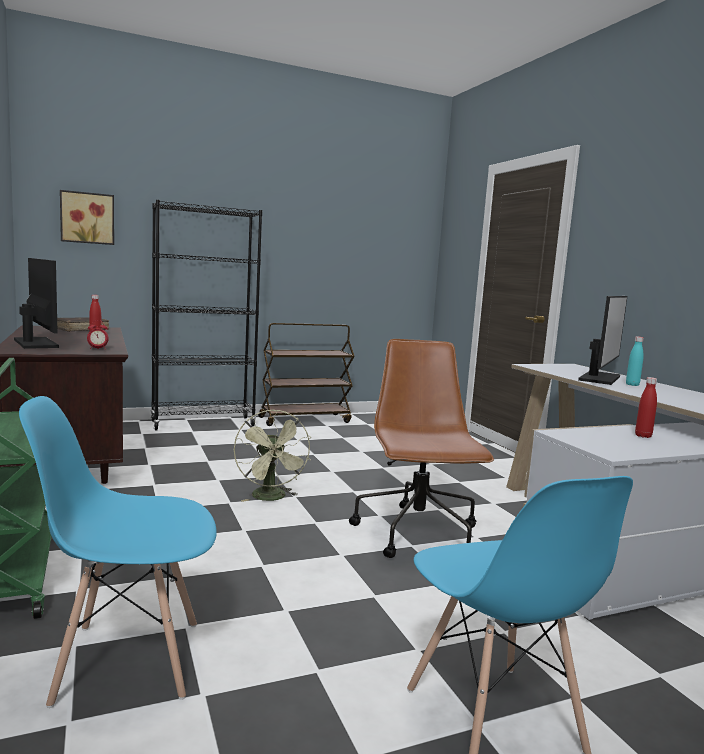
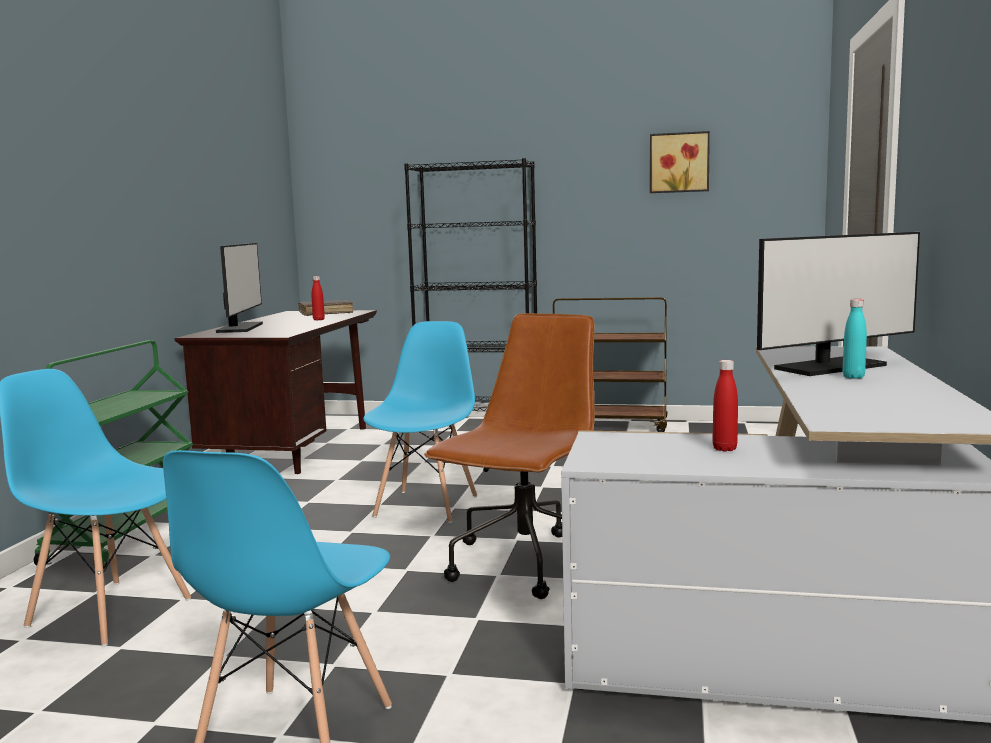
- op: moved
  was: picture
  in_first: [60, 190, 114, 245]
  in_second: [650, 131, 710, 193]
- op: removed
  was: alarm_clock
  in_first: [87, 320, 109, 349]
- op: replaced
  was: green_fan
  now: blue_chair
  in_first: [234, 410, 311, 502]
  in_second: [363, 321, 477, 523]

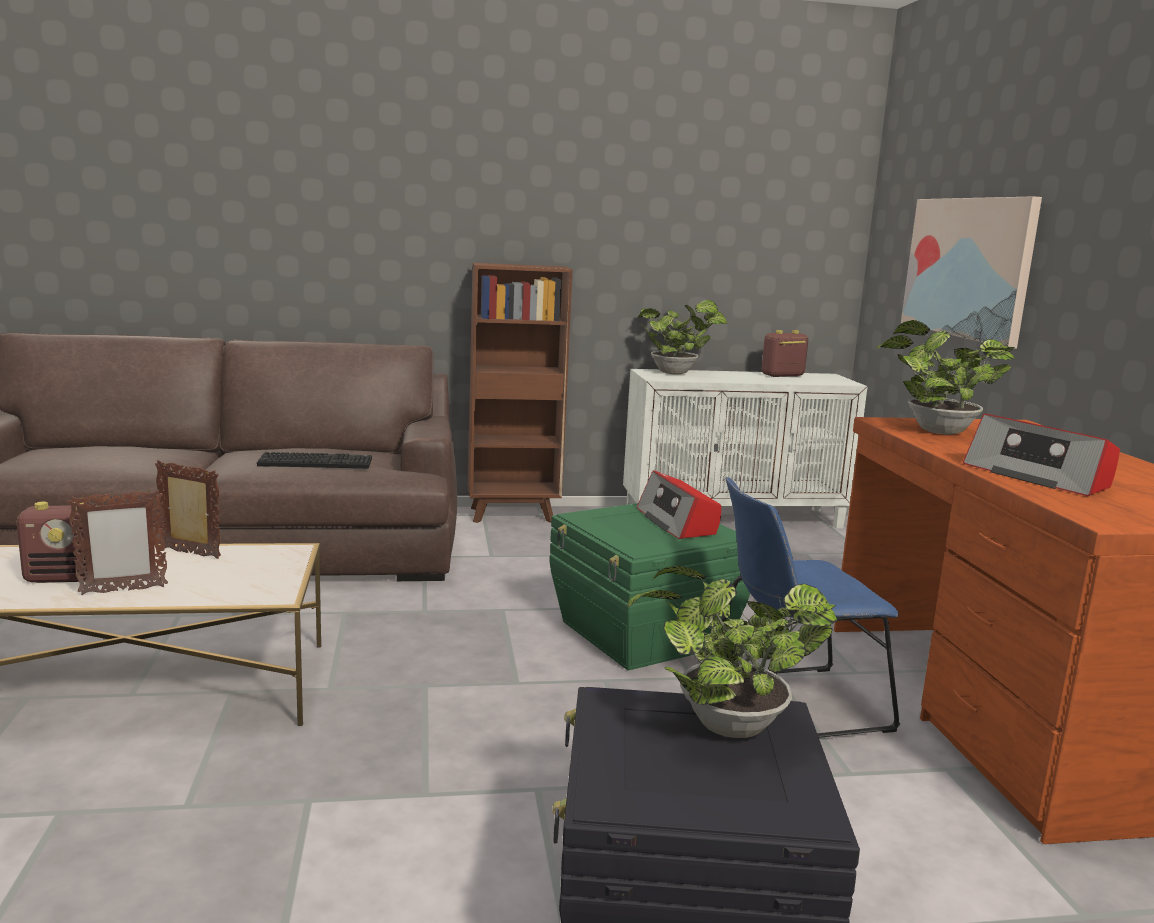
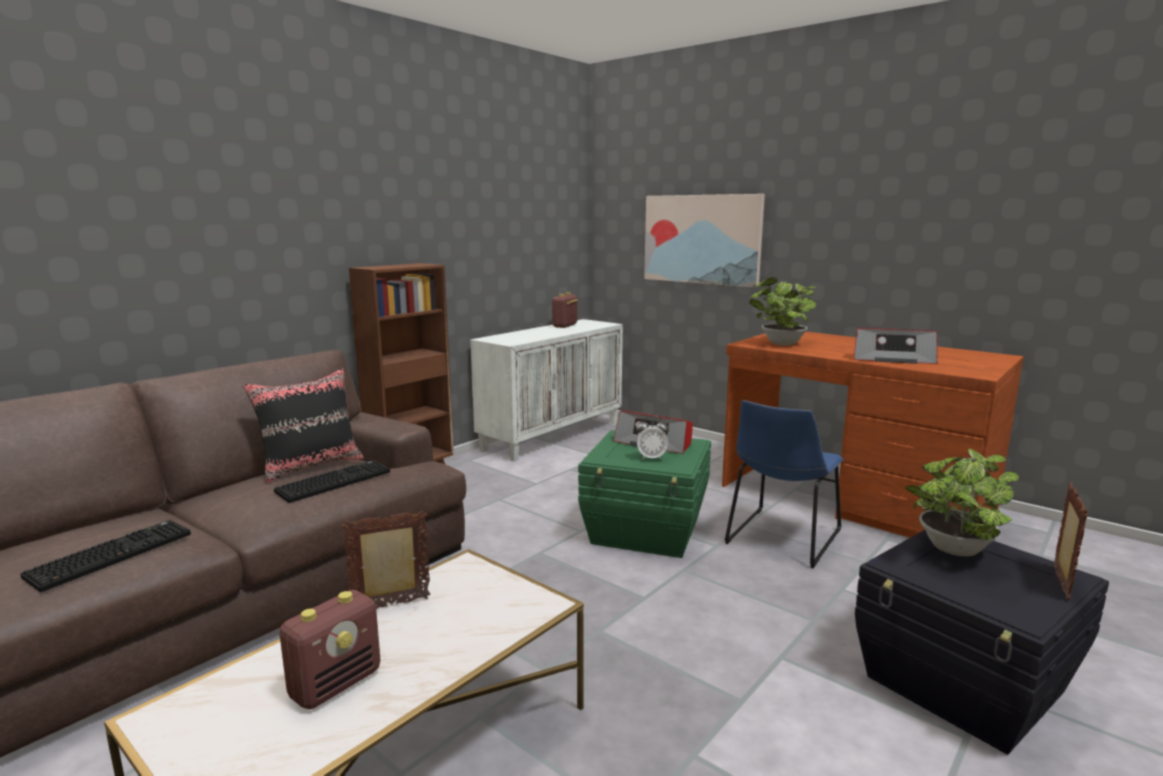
- op: moved
  was: picture_frame
  in_first: [67, 489, 168, 595]
  in_second: [1054, 482, 1088, 601]
- op: removed
  was: potted_plant
  in_first: [637, 300, 727, 374]
- op: added
  now: keyboard
  in_second: [20, 520, 191, 592]
- op: added
  now: black_pillow
  in_second: [243, 368, 364, 483]
- op: added
  now: alarm_clock
  in_second: [636, 416, 669, 460]

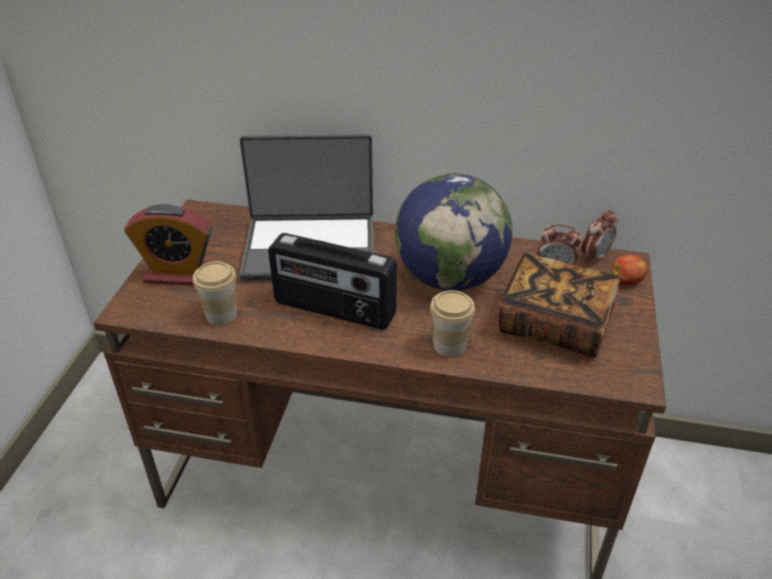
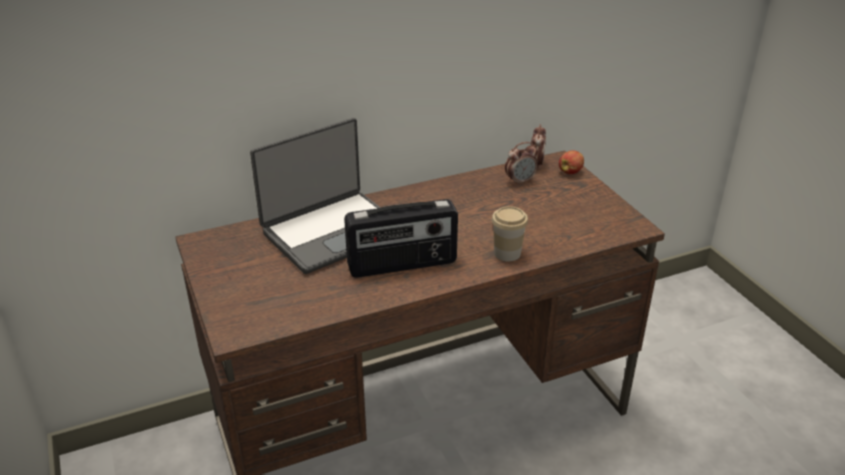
- op: removed
  was: alarm_clock
  in_first: [124, 204, 212, 285]
- op: removed
  was: cup
  in_first: [193, 261, 237, 325]
- op: removed
  was: globe
  in_first: [395, 173, 512, 291]
- op: removed
  was: book
  in_first: [498, 253, 620, 358]

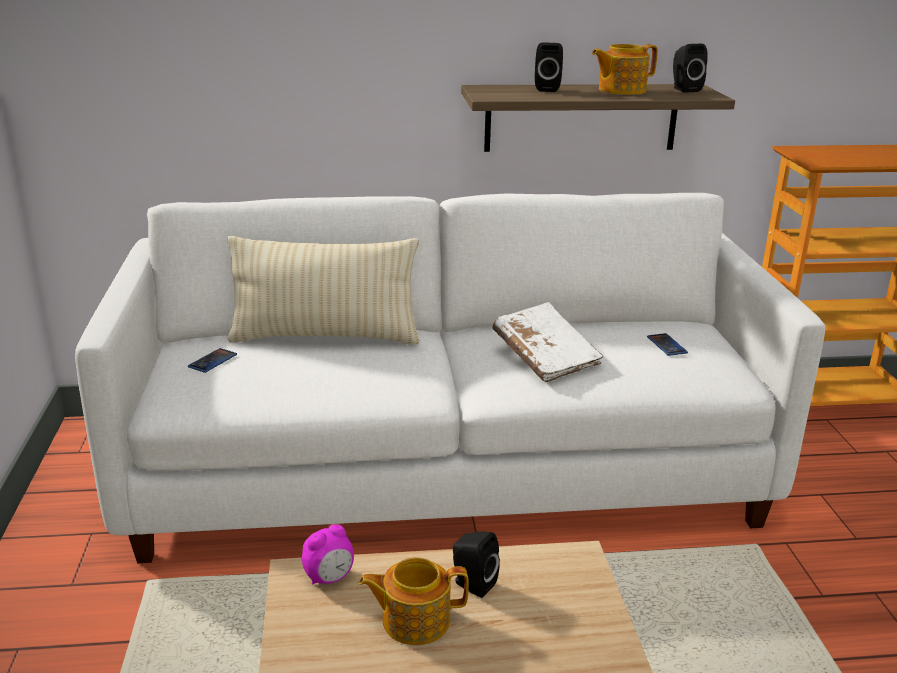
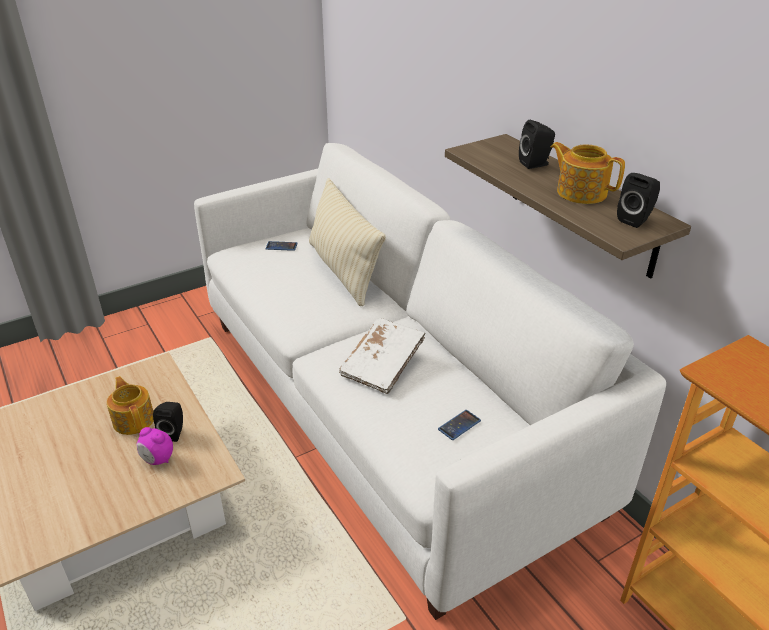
- op: moved
  was: alarm_clock
  in_first: [302, 524, 354, 584]
  in_second: [137, 427, 173, 465]

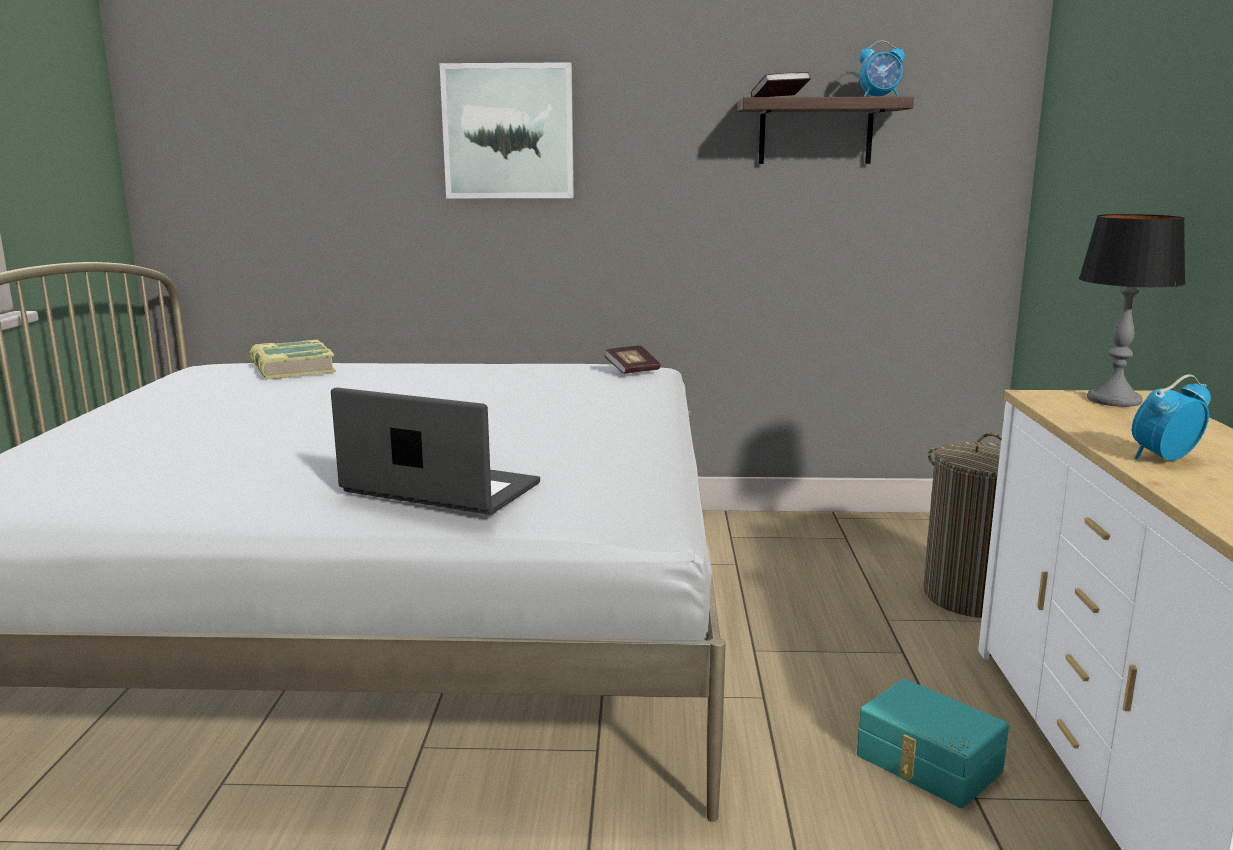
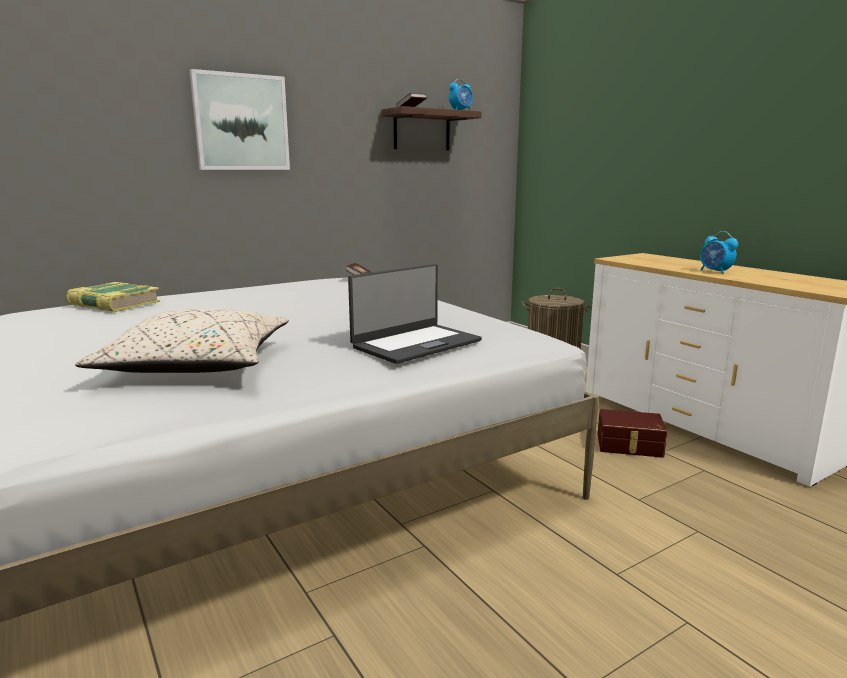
- op: turned
  was: laptop
  in_first: [331, 387, 540, 515]
  in_second: [348, 264, 482, 364]
  clockwise: 150
- op: recoloured
  was: turquoise_storage_box
  now: brown_storage_box
  in_first: [857, 679, 1009, 808]
  in_second: [598, 409, 667, 458]
- op: removed
  was: table_lamp
  in_first: [1079, 214, 1186, 407]
- op: turned
  was: alarm_clock
  in_first: [1132, 374, 1211, 461]
  in_second: [700, 231, 738, 274]
  clockwise: -60
- op: added
  now: beige_pillow
  in_second: [75, 309, 289, 373]

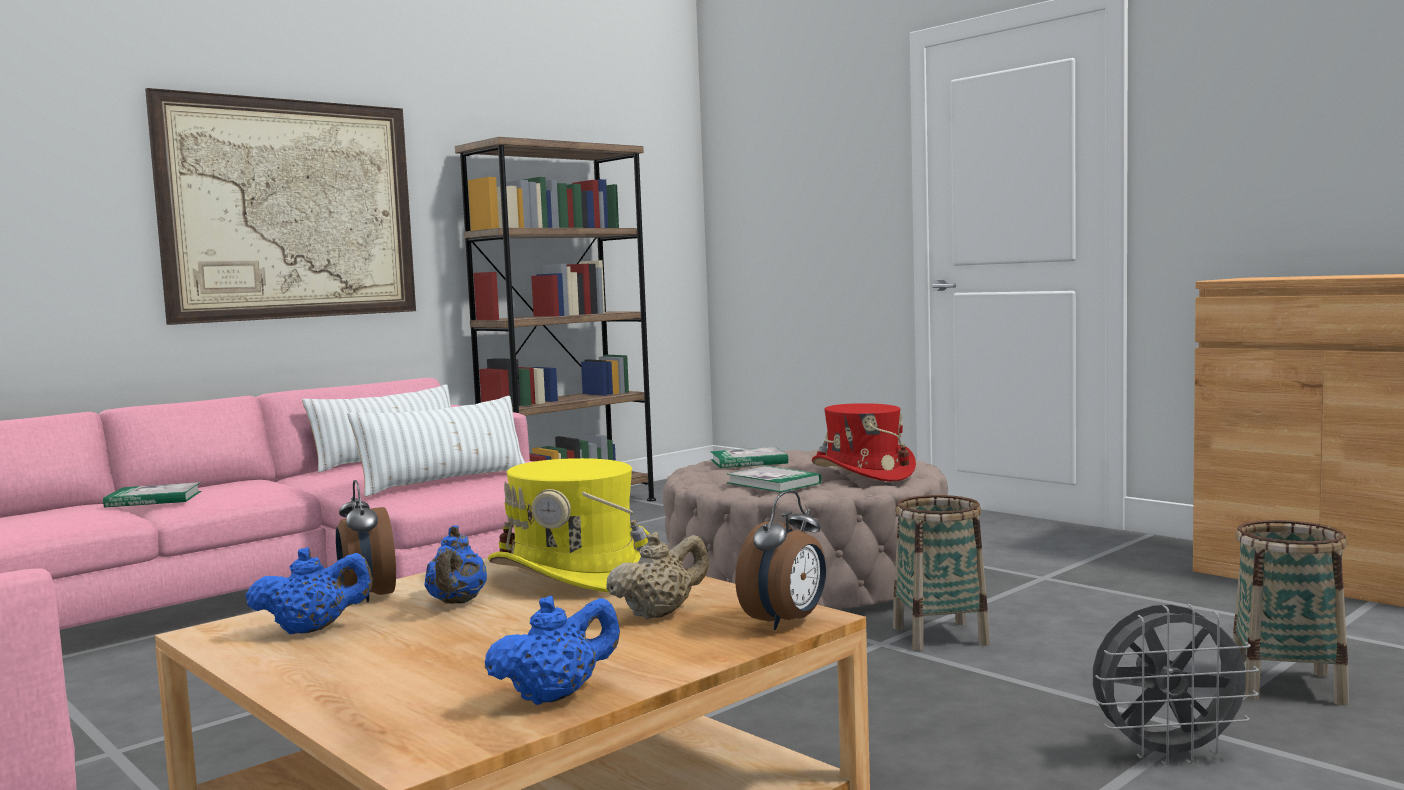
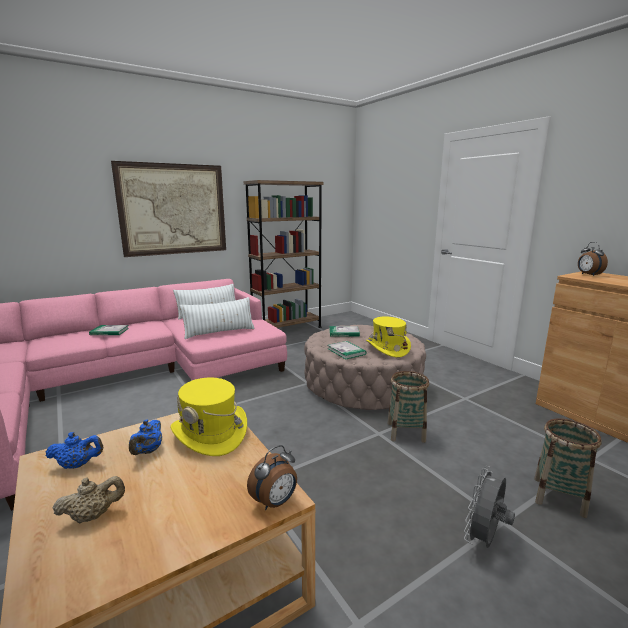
- op: moved
  was: alarm_clock
  in_first: [336, 480, 396, 602]
  in_second: [578, 242, 608, 276]
- op: removed
  was: blue_teapot
  in_first: [485, 595, 620, 705]
- op: moved
  was: beige_teapot
  in_first: [606, 532, 709, 619]
  in_second: [53, 476, 125, 524]
- op: recoloured
  was: red_hat
  now: yellow_hat
  in_first: [812, 403, 916, 482]
  in_second: [366, 317, 411, 357]
- op: turned
  was: grey_fan
  in_first: [1093, 604, 1259, 765]
  in_second: [464, 466, 515, 548]
  clockwise: 120

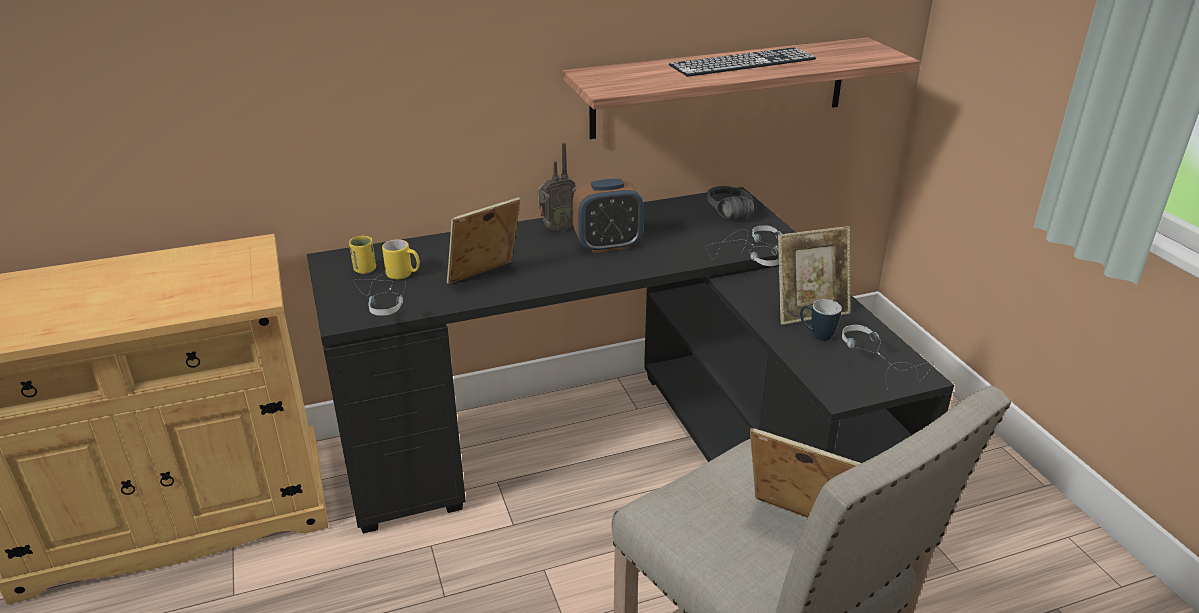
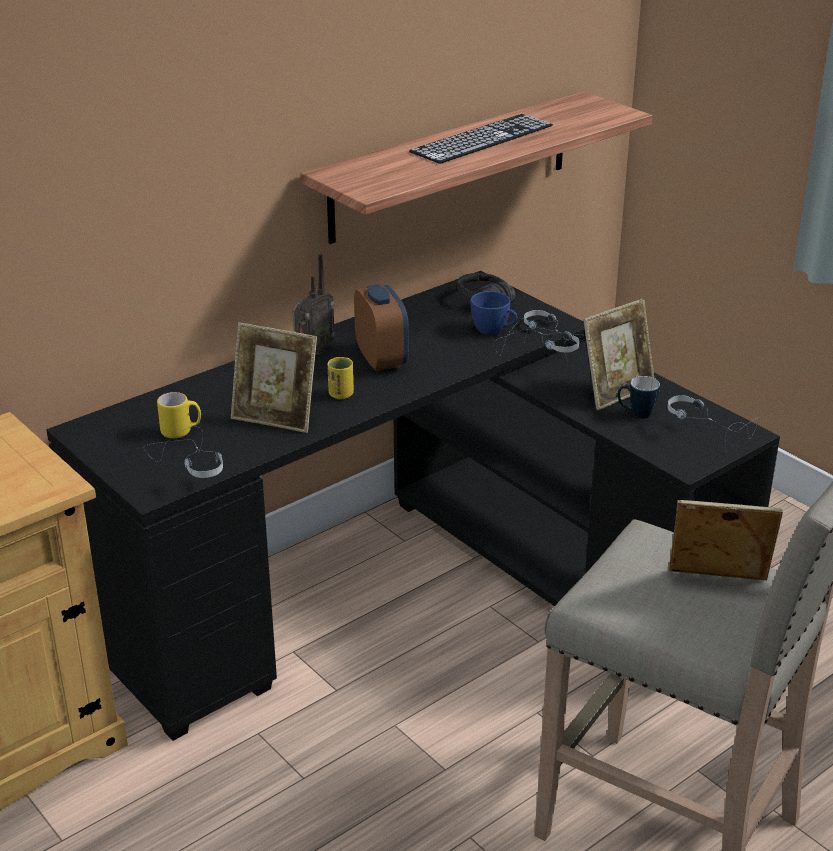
- op: moved
  was: yellow_cup
  in_first: [349, 236, 376, 274]
  in_second: [328, 357, 354, 399]
- op: turned
  was: picture_frame
  in_first: [447, 197, 520, 284]
  in_second: [231, 322, 317, 433]
  clockwise: -105
- op: turned
  was: alarm_clock
  in_first: [572, 179, 644, 253]
  in_second: [354, 284, 409, 371]
  clockwise: -75
- op: added
  now: blue_cup
  in_second: [471, 291, 517, 335]

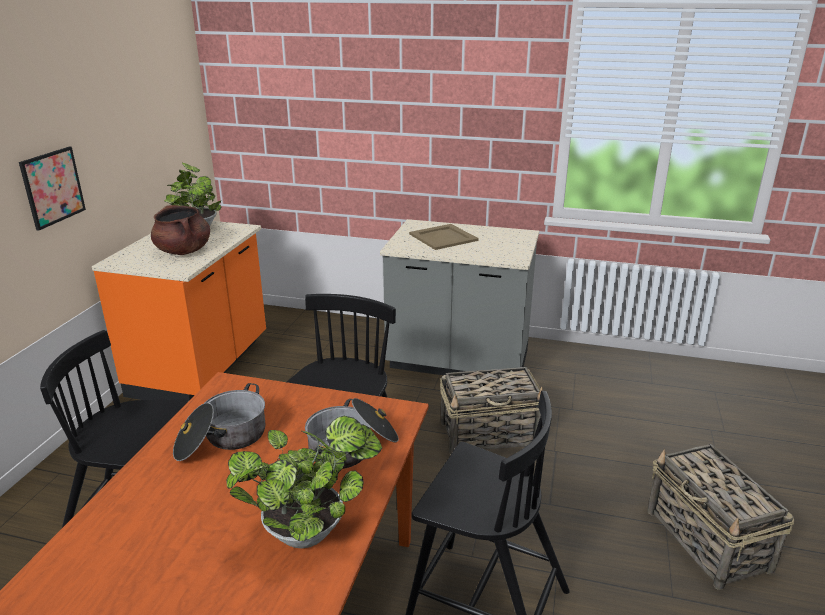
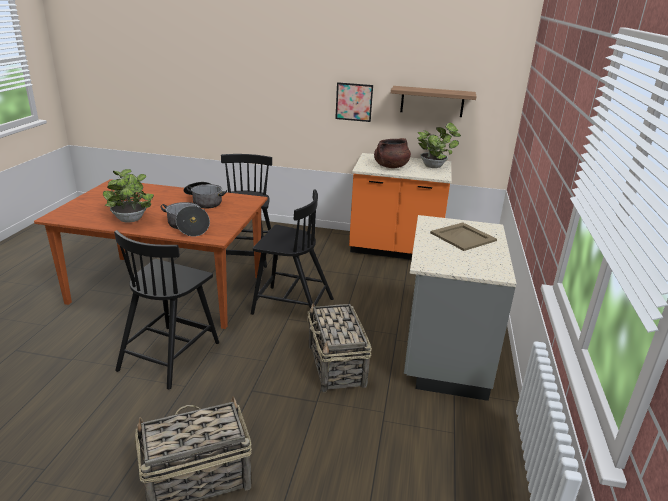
- op: added
  now: shelf
  in_second: [391, 86, 477, 117]

